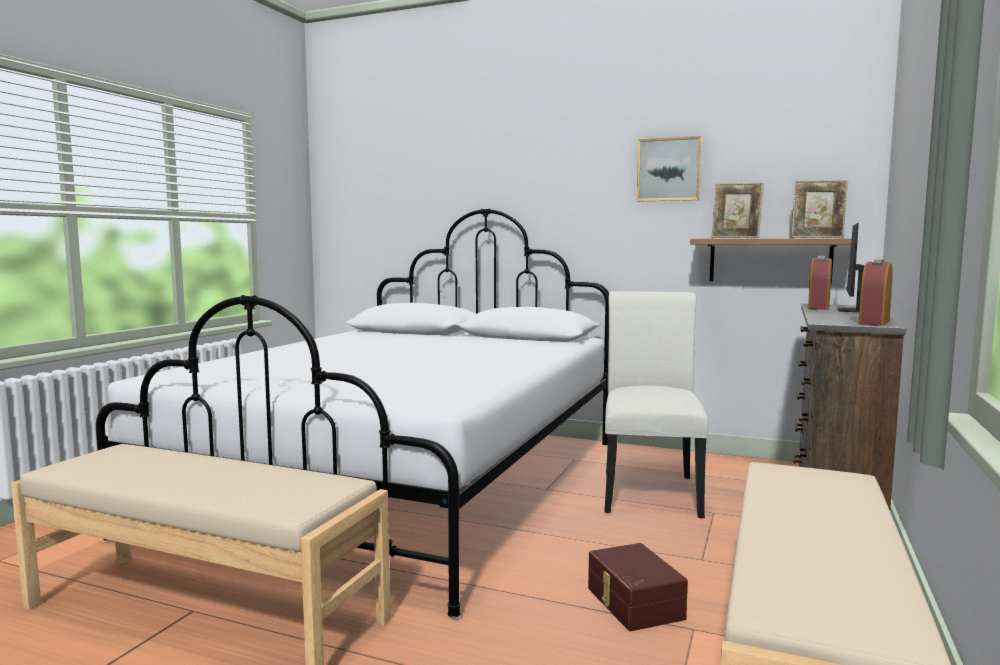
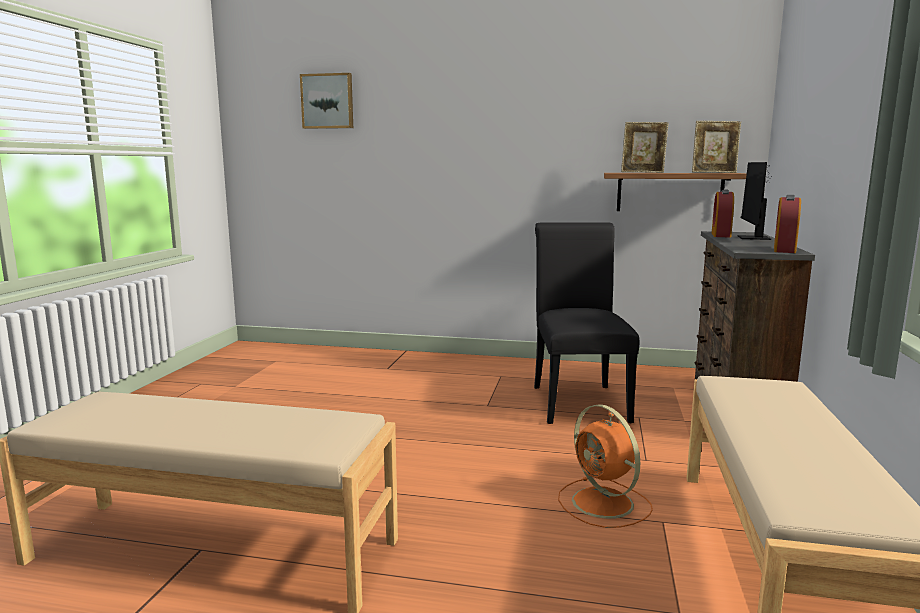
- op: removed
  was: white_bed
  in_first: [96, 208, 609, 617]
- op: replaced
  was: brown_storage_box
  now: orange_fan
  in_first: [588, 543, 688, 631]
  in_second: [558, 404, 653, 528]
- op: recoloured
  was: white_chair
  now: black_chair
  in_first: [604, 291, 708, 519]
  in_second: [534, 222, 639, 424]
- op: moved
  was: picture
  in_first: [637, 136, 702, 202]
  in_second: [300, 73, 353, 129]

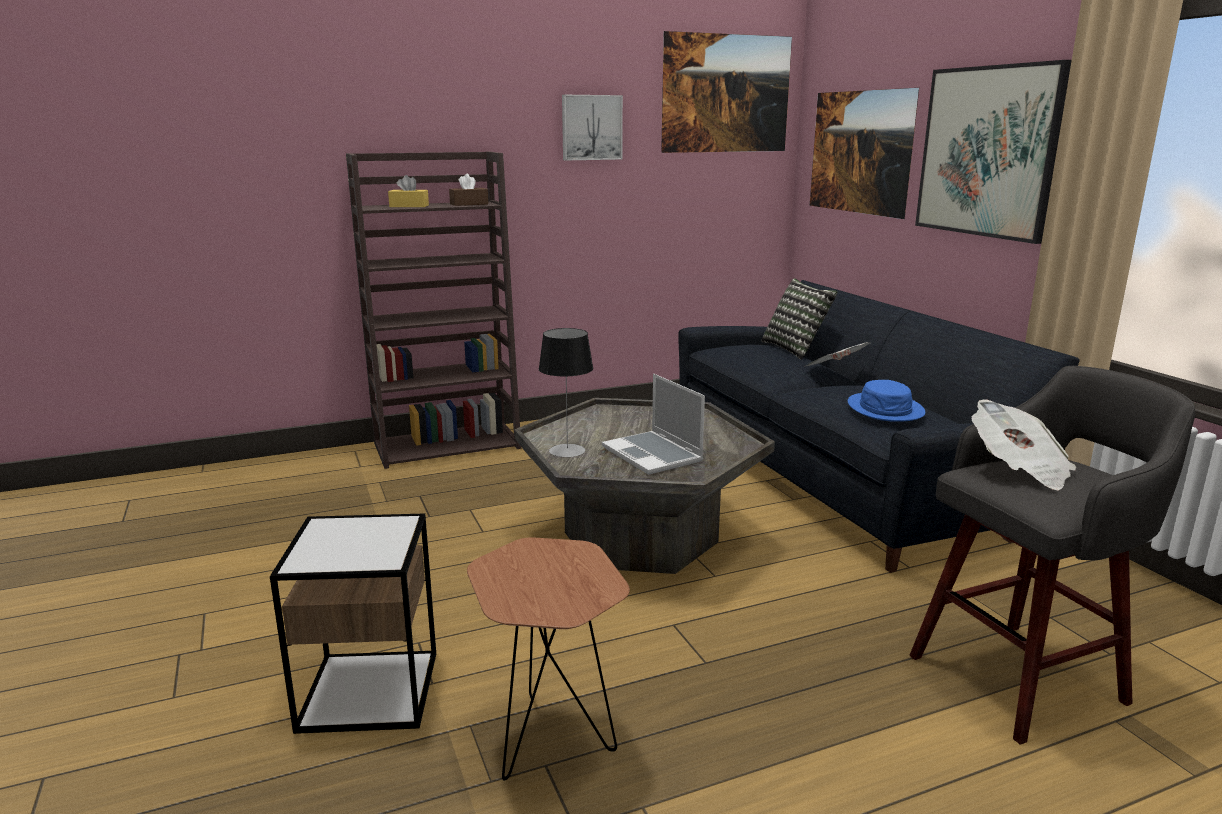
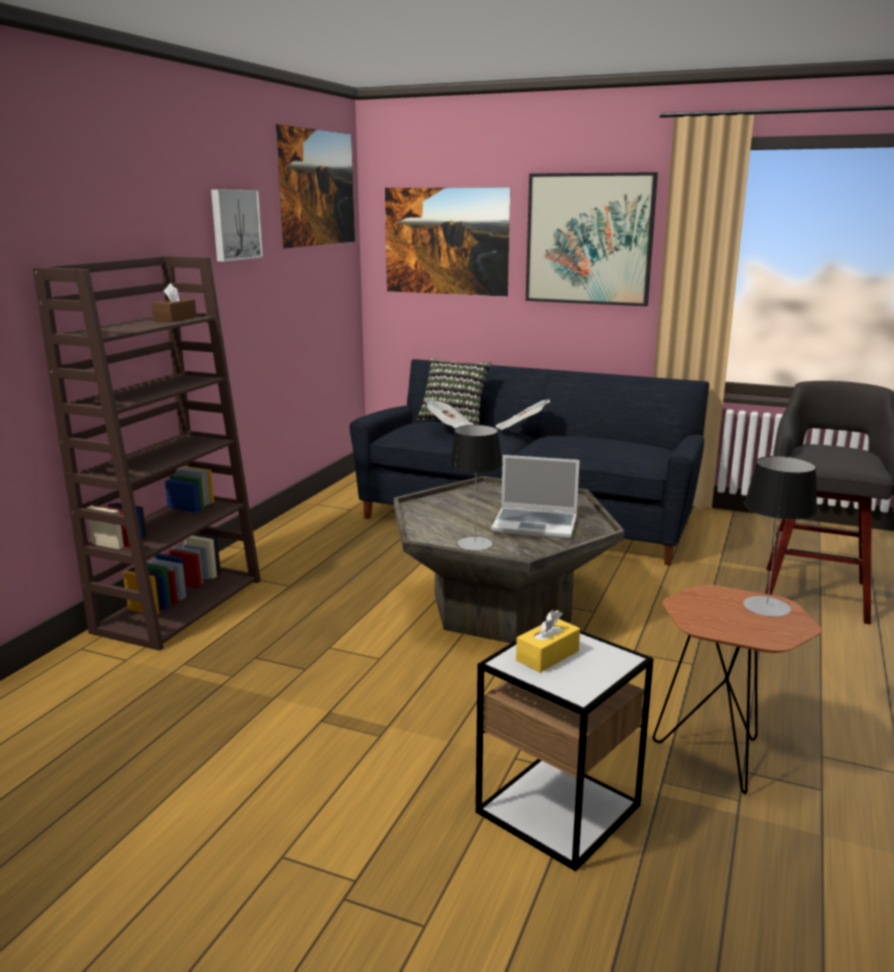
- op: moved
  was: yellow_tissue_box
  in_first: [388, 175, 429, 207]
  in_second: [516, 610, 580, 673]
- op: removed
  was: blue_hat
  in_first: [848, 380, 925, 422]
- op: moved
  was: newspaper
  in_first: [971, 399, 1076, 491]
  in_second: [424, 399, 474, 429]
- op: added
  now: table_lamp
  in_second: [743, 456, 817, 617]

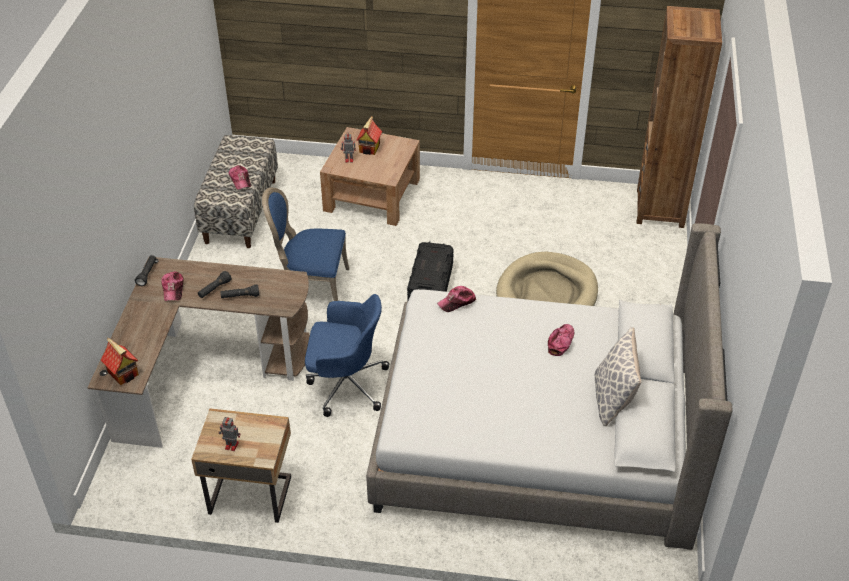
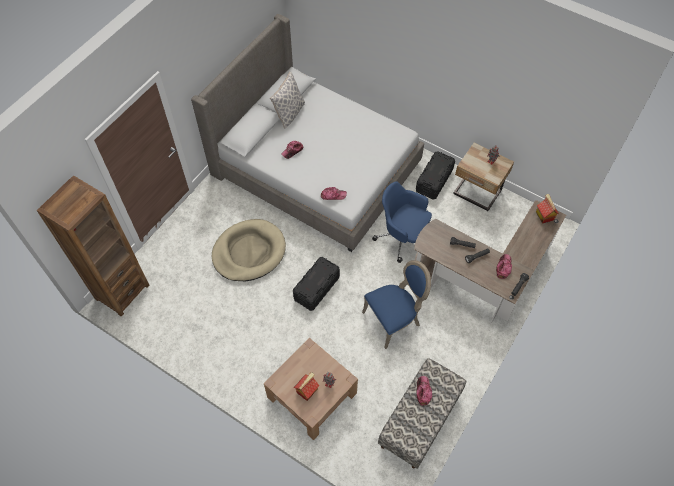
- op: turned
  was: blue_chair
  in_first: [262, 187, 349, 301]
  in_second: [362, 260, 431, 349]
  clockwise: -60
- op: added
  now: black_storage_box
  in_second: [416, 151, 455, 200]

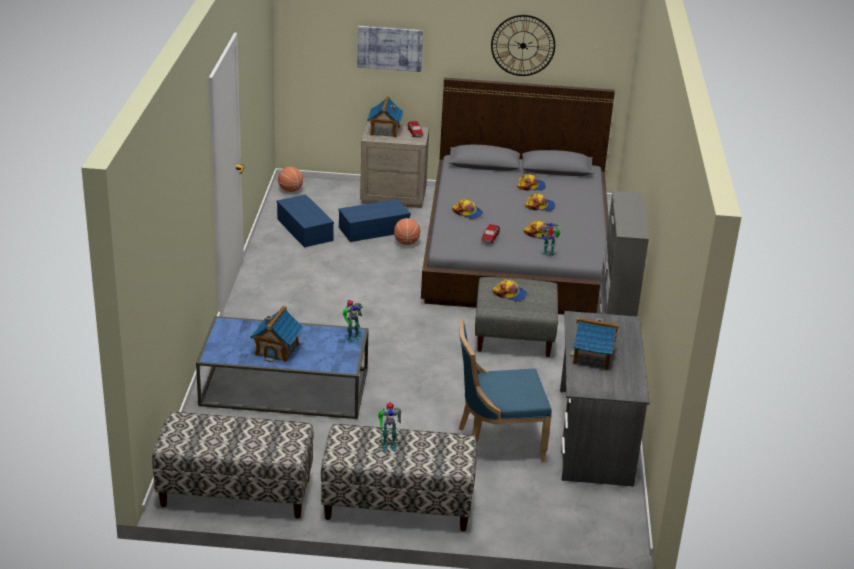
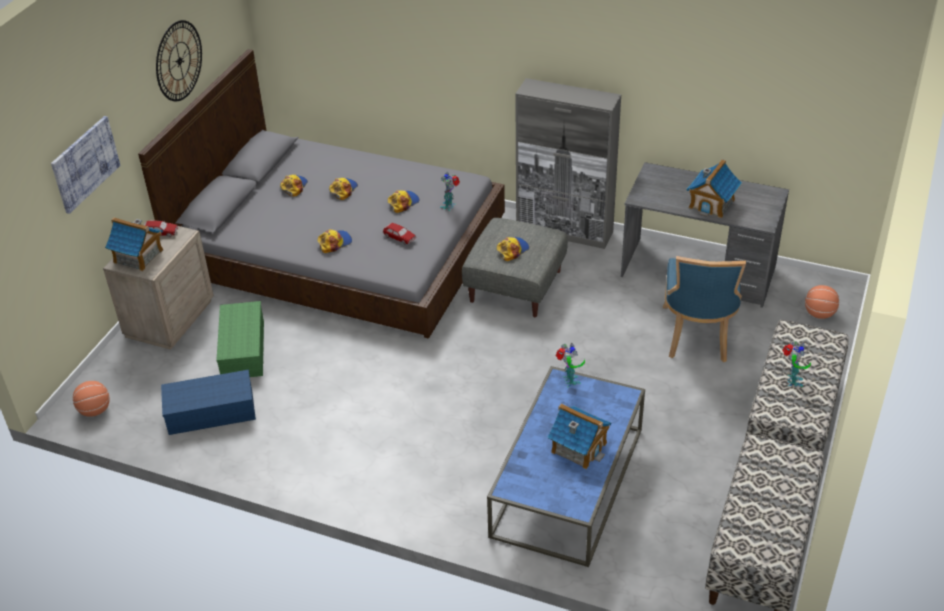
- op: recoloured
  was: blue_storage_box
  now: green_storage_box
  in_first: [338, 199, 411, 242]
  in_second: [217, 301, 264, 377]
- op: moved
  was: basketball
  in_first: [394, 218, 420, 245]
  in_second: [805, 285, 839, 319]

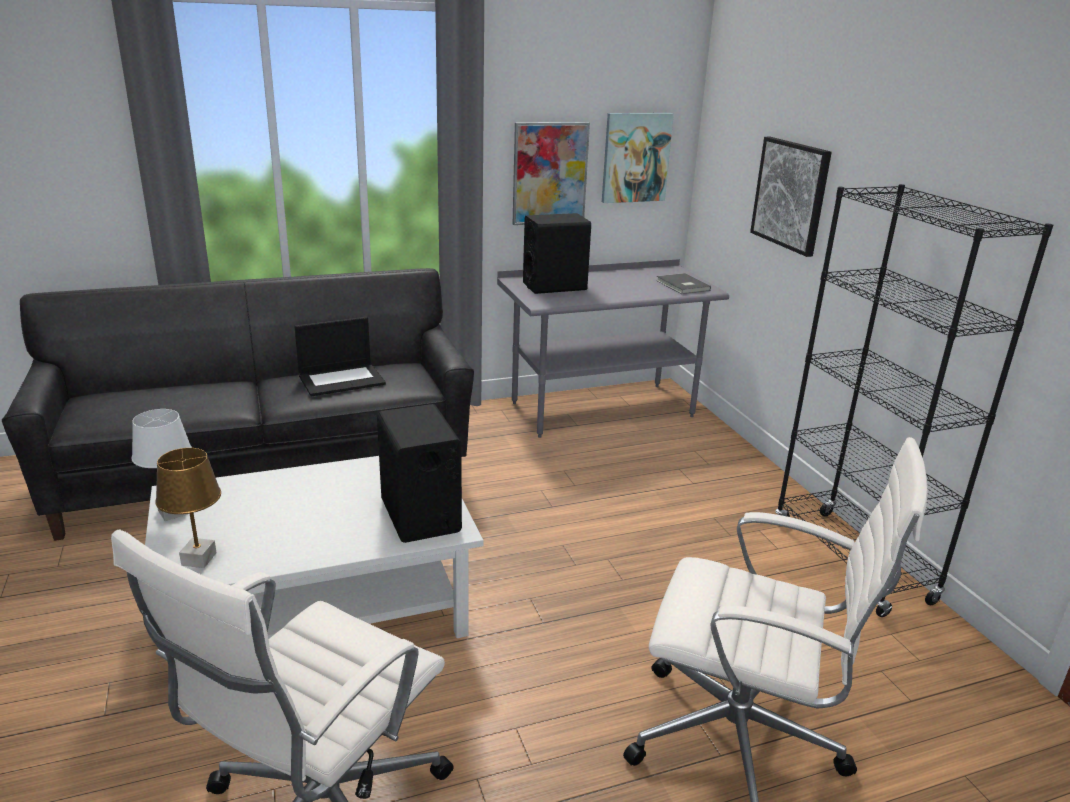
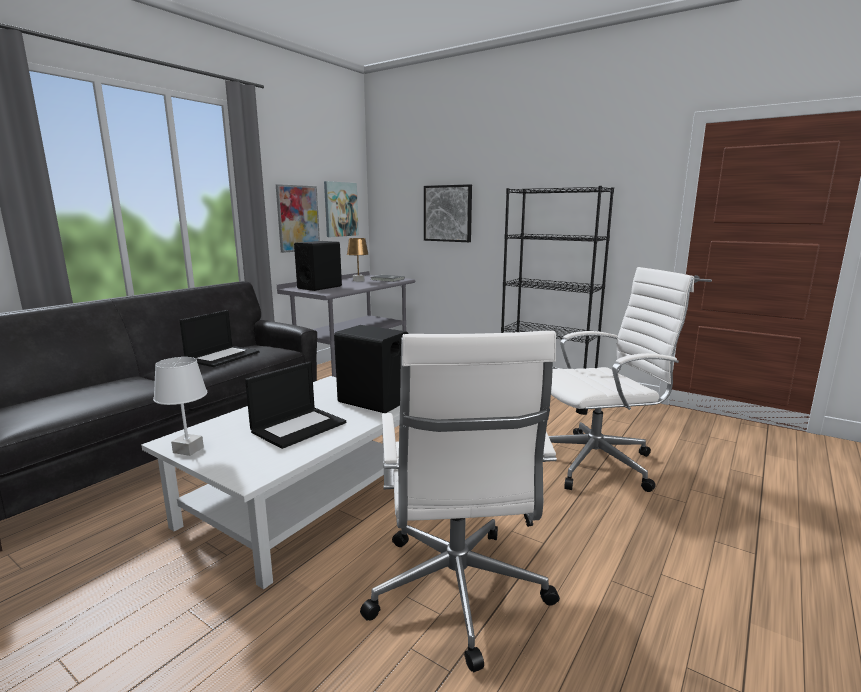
- op: moved
  was: brown_table_lamp
  in_first: [155, 448, 221, 568]
  in_second: [347, 238, 368, 282]
- op: added
  now: laptop
  in_second: [245, 362, 346, 449]

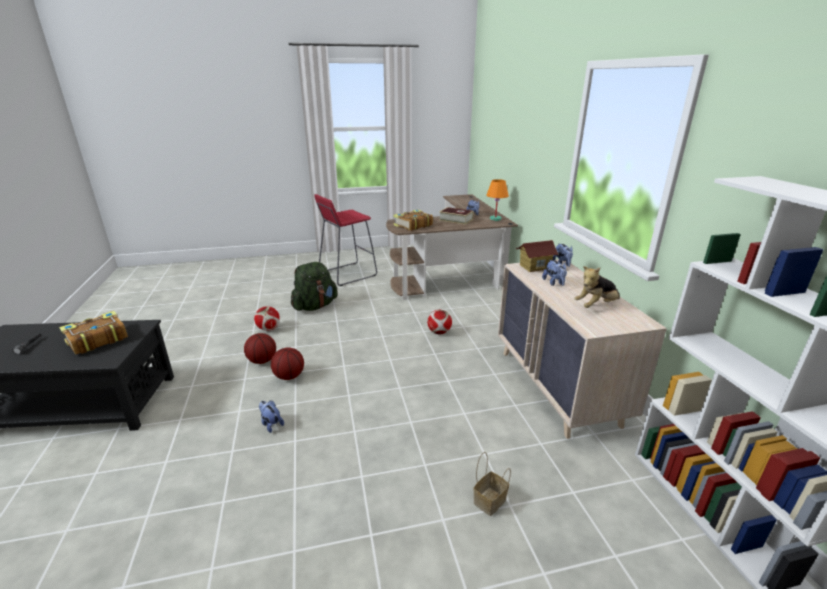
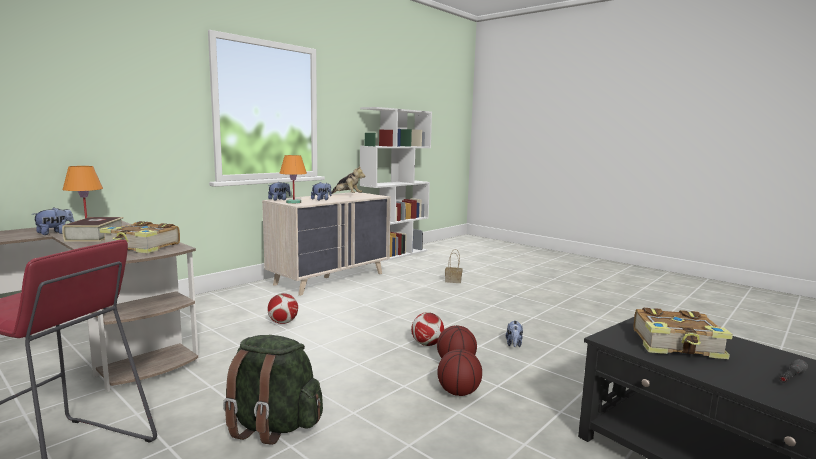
- op: moved
  was: football
  in_first: [254, 306, 280, 331]
  in_second: [411, 312, 444, 346]
- op: replaced
  was: toy_house
  now: orange_table_lamp
  in_first: [515, 240, 559, 272]
  in_second: [280, 155, 307, 204]

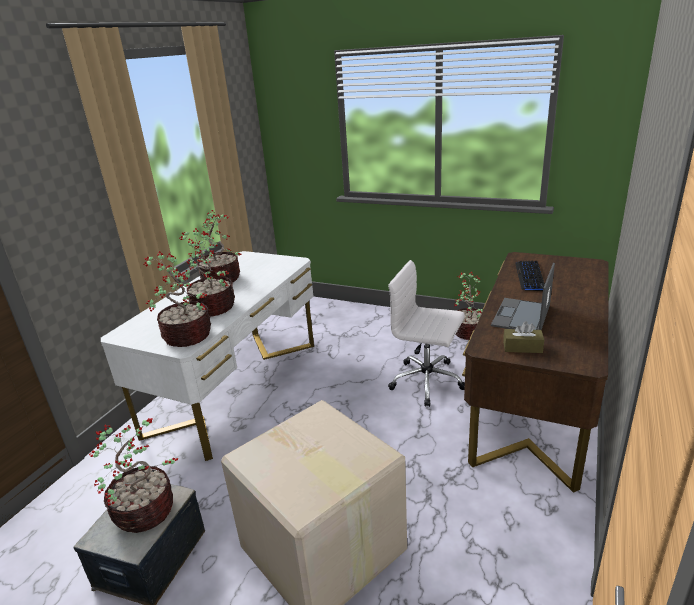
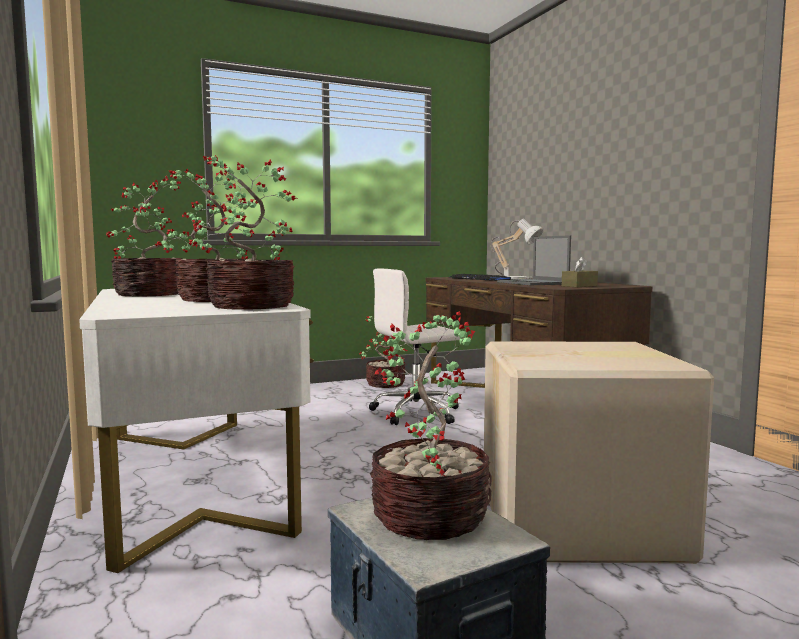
- op: added
  now: table_lamp
  in_second: [491, 219, 544, 280]

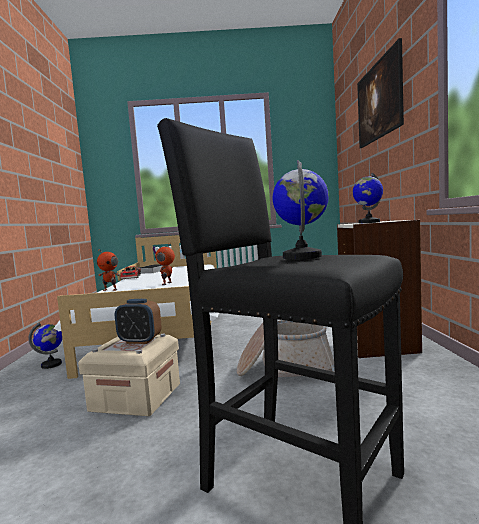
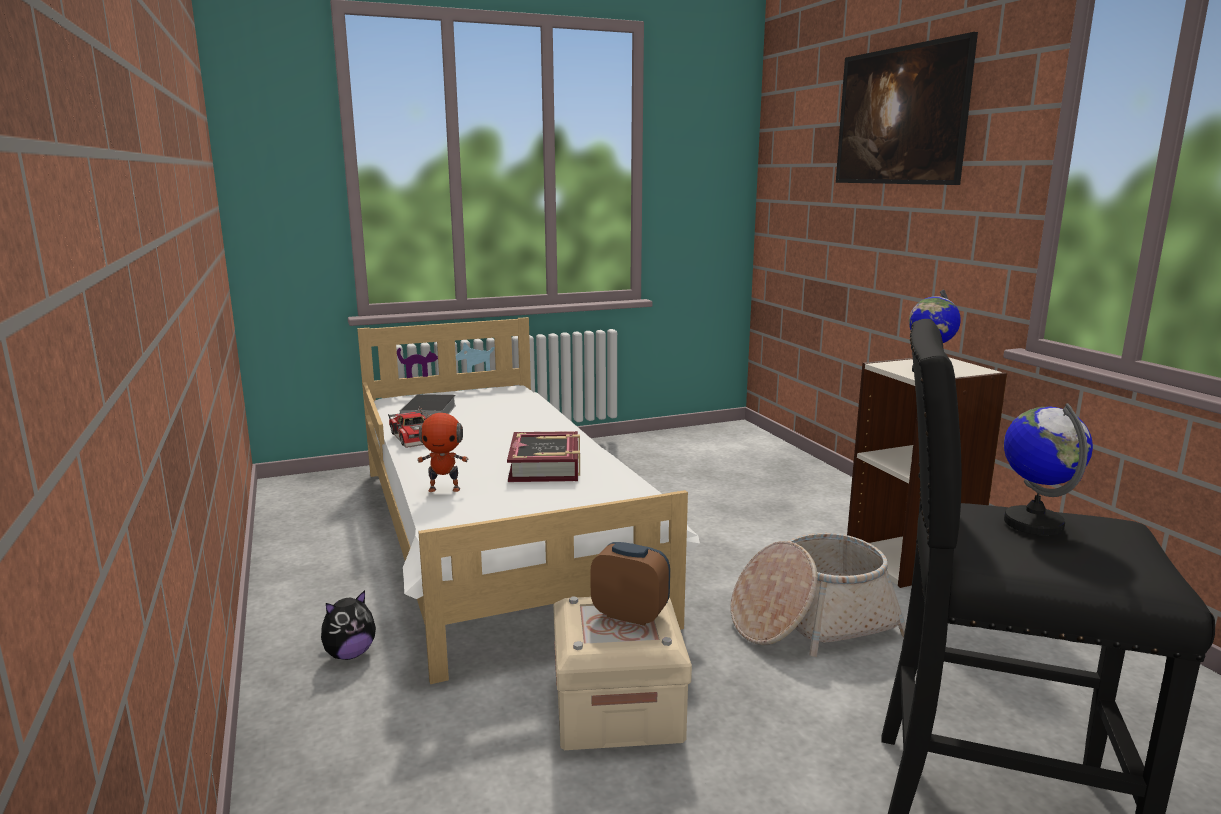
- op: replaced
  was: globe
  now: plush_toy
  in_first: [28, 322, 62, 369]
  in_second: [321, 590, 376, 660]
- op: turned
  was: alarm_clock
  in_first: [115, 299, 161, 344]
  in_second: [590, 542, 670, 626]
  clockwise: -150
- op: replaced
  was: toy_robot
  now: book
  in_first: [155, 244, 175, 285]
  in_second: [507, 431, 580, 482]

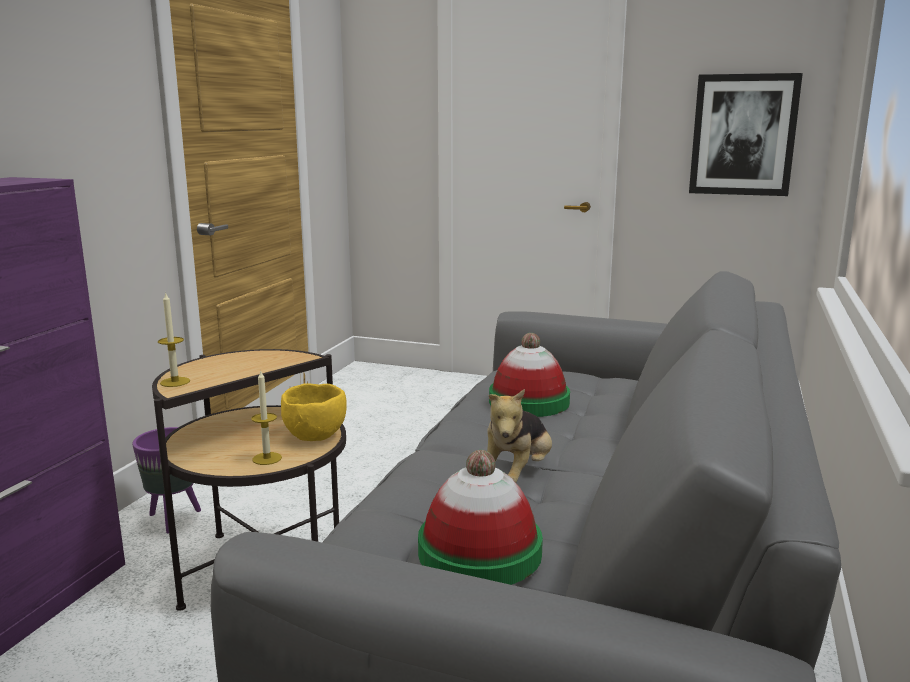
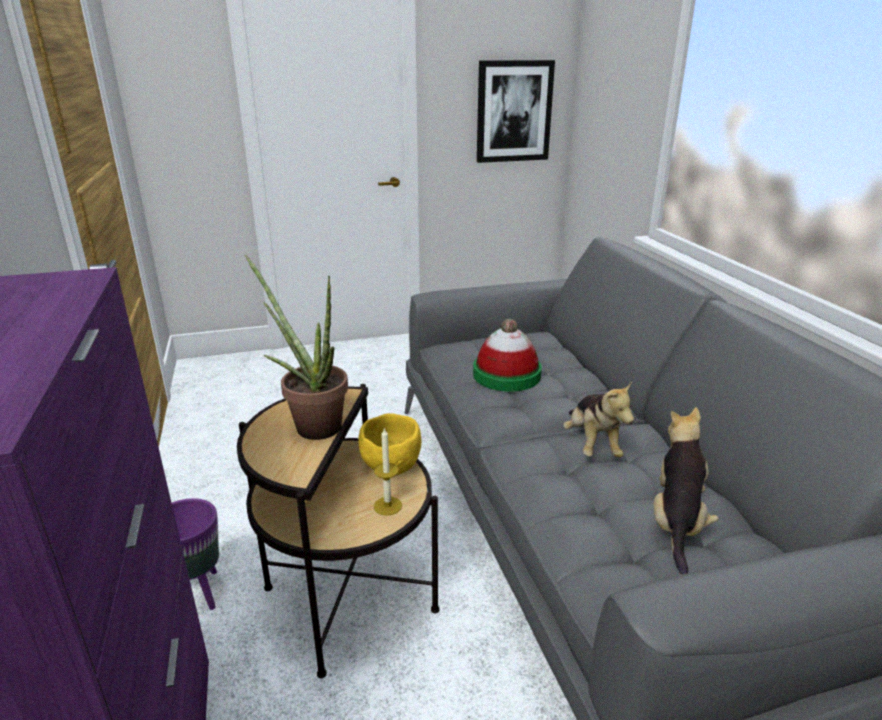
- op: removed
  was: candle
  in_first: [158, 292, 190, 387]
- op: replaced
  was: hat
  now: plush_toy
  in_first: [418, 450, 543, 585]
  in_second: [653, 407, 719, 574]
- op: added
  now: potted_plant
  in_second: [245, 255, 348, 440]

